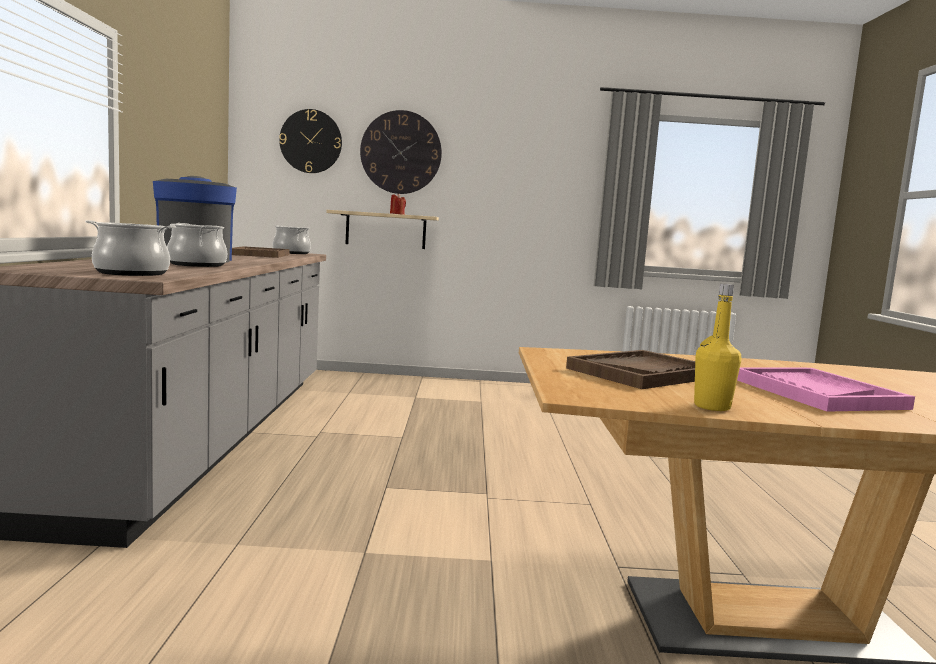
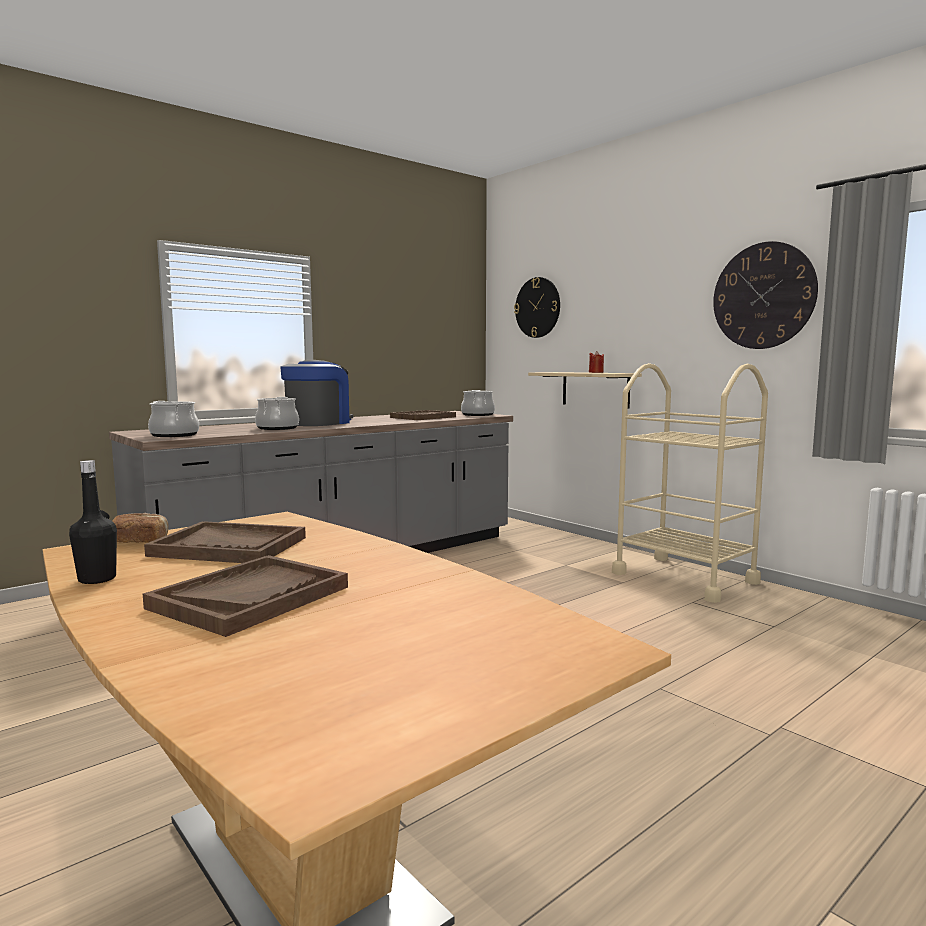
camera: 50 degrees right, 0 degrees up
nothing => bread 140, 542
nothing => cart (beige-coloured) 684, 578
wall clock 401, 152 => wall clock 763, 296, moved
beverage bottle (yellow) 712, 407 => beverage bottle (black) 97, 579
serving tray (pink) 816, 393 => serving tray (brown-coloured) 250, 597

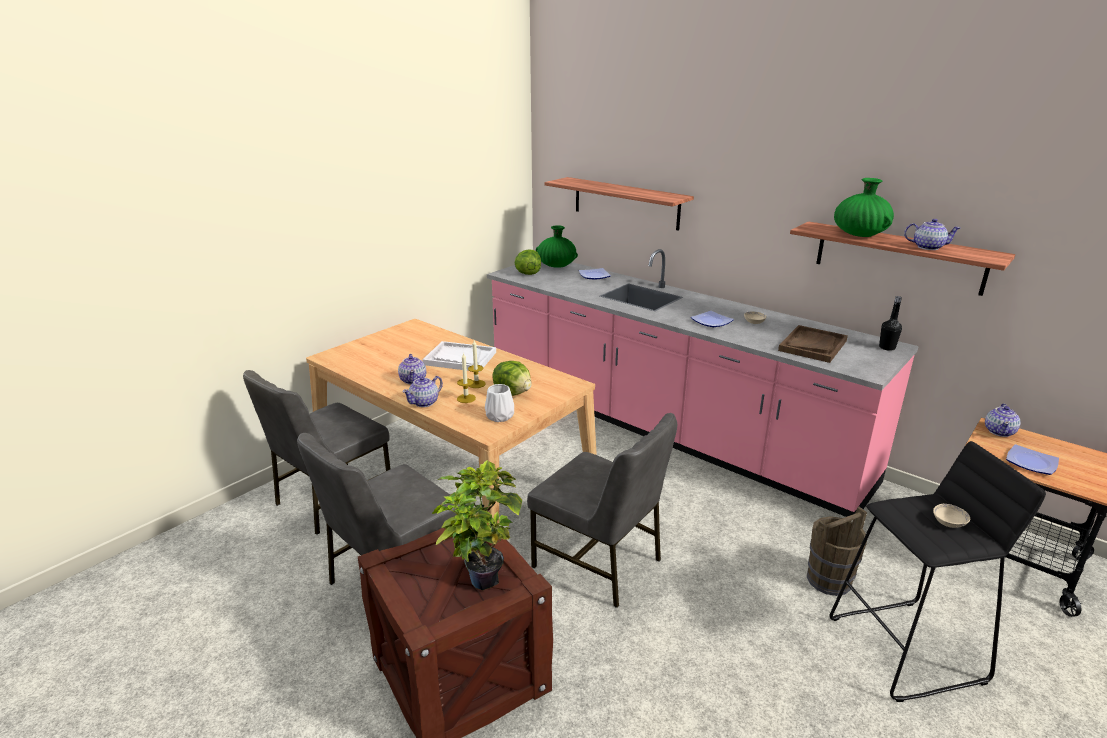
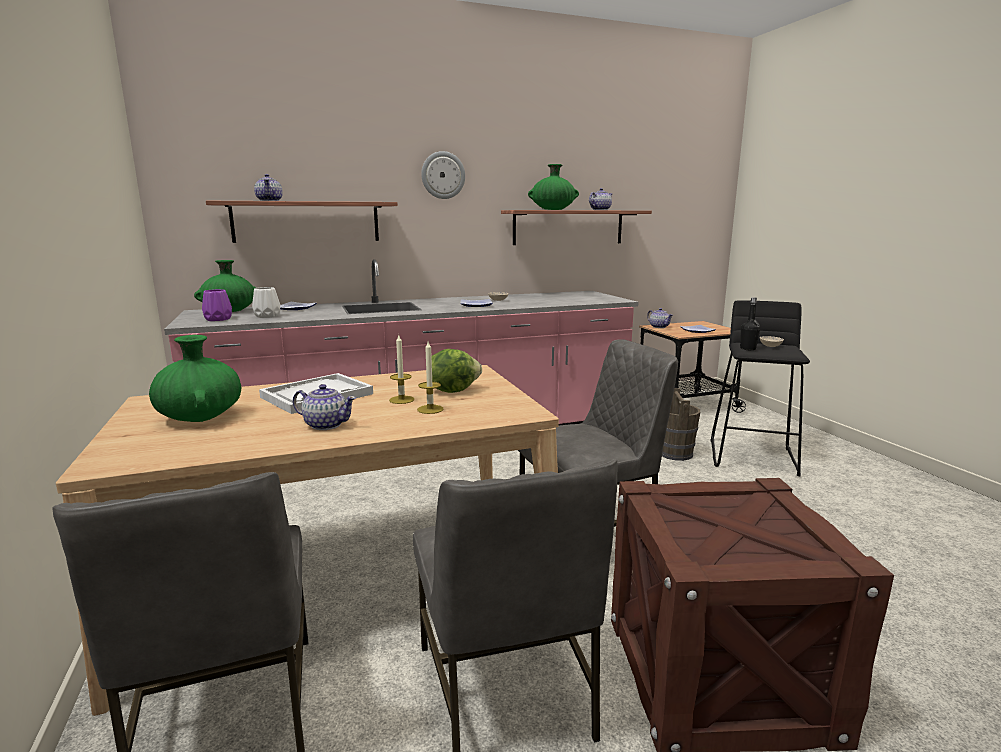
camera: 60 degrees left, 10 degrees down
potted plant 481, 575 => nothing
serving tray (brown-coloured) 812, 345 => nothing
nothing => flower vase (greenish) 201, 417
nothing => wall clock 443, 175
pot for tea 424, 402 => pot for tea 270, 201, moved
flower vase (white) 499, 417 => flower vase (white) 267, 316, moved
beverage bottle (black) 887, 347 => beverage bottle (black) 748, 349, moved
lettuce 528, 273 => flower vase (purplish) 218, 319

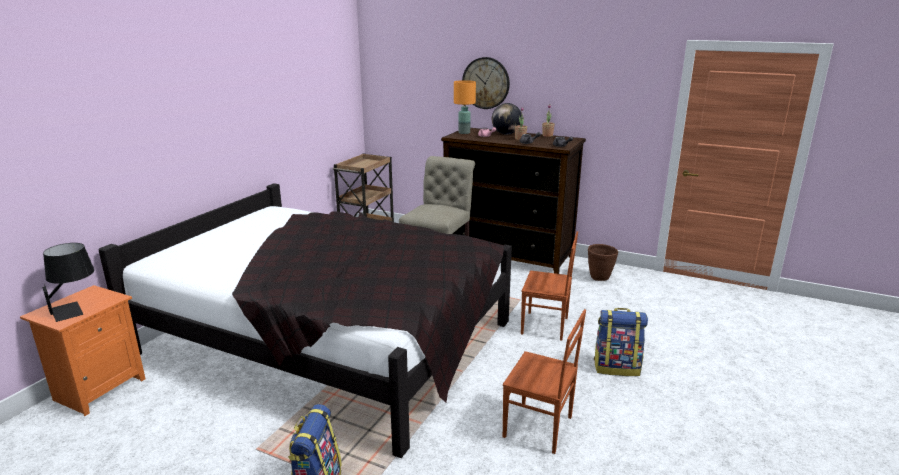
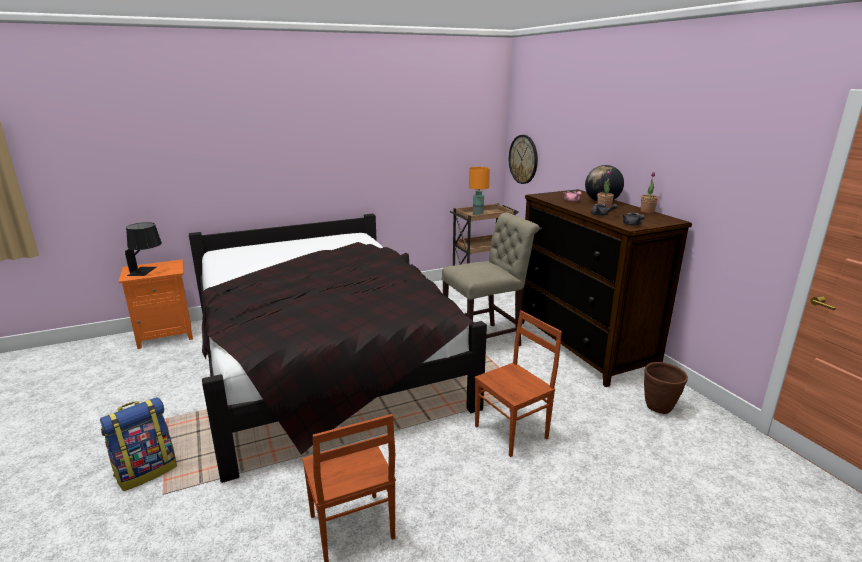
camera: 40 degrees right, 0 degrees up
knapsack 617, 367 => nothing
lamp for a table (orange-coloured) 464, 133 => lamp for a table (orange-coloured) 477, 214, moved
wall clock 486, 83 => wall clock 523, 159, moved
plain chair (brown-coloured) 545, 326 => plain chair (brown-coloured) 512, 432, 90 degrees counterclockwise

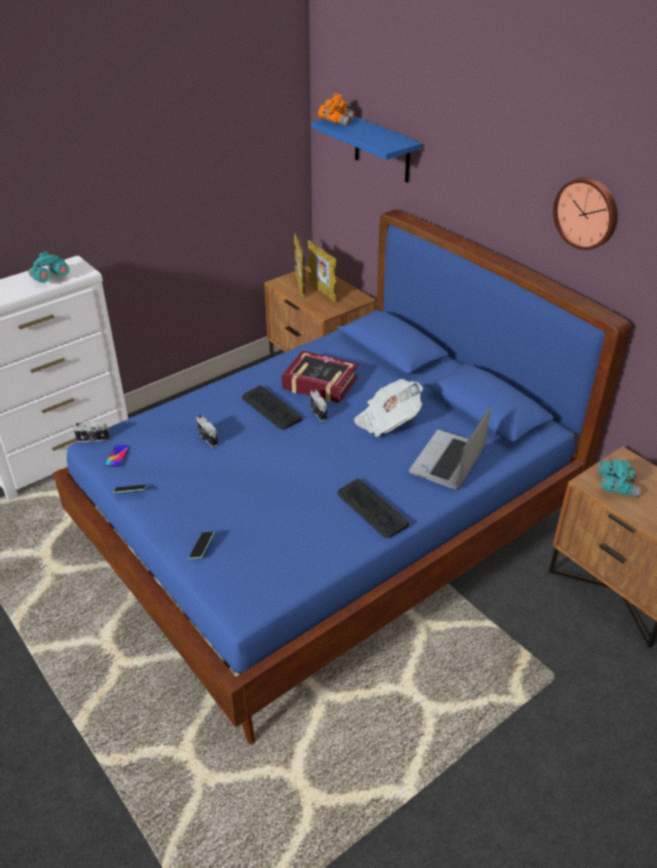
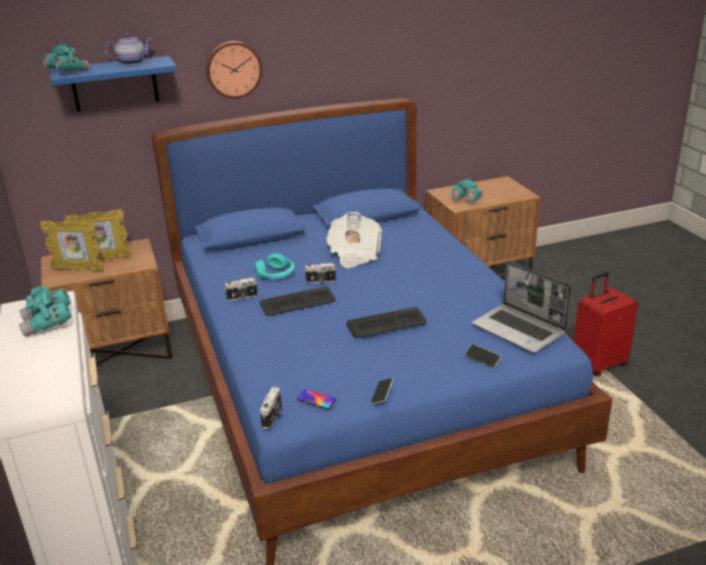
camera: 70 degrees left, 10 degrees down
nothing => pot for tea 131, 62
nothing => suitcase (red) 598, 364
still camera 207, 438 => still camera 242, 297, moved
PC keyboard 371, 509 => PC keyboard 386, 324, moved
laptop 448, 462 => laptop 520, 329, moved
wall clock 587, 213 => wall clock 233, 69, moved
volume 320, 383 => pair of headphones (turquoise-coloured) 276, 275
pair of binoculars (orange-coloured) 336, 121 => pair of binoculars (turquoise-coloured) 67, 72

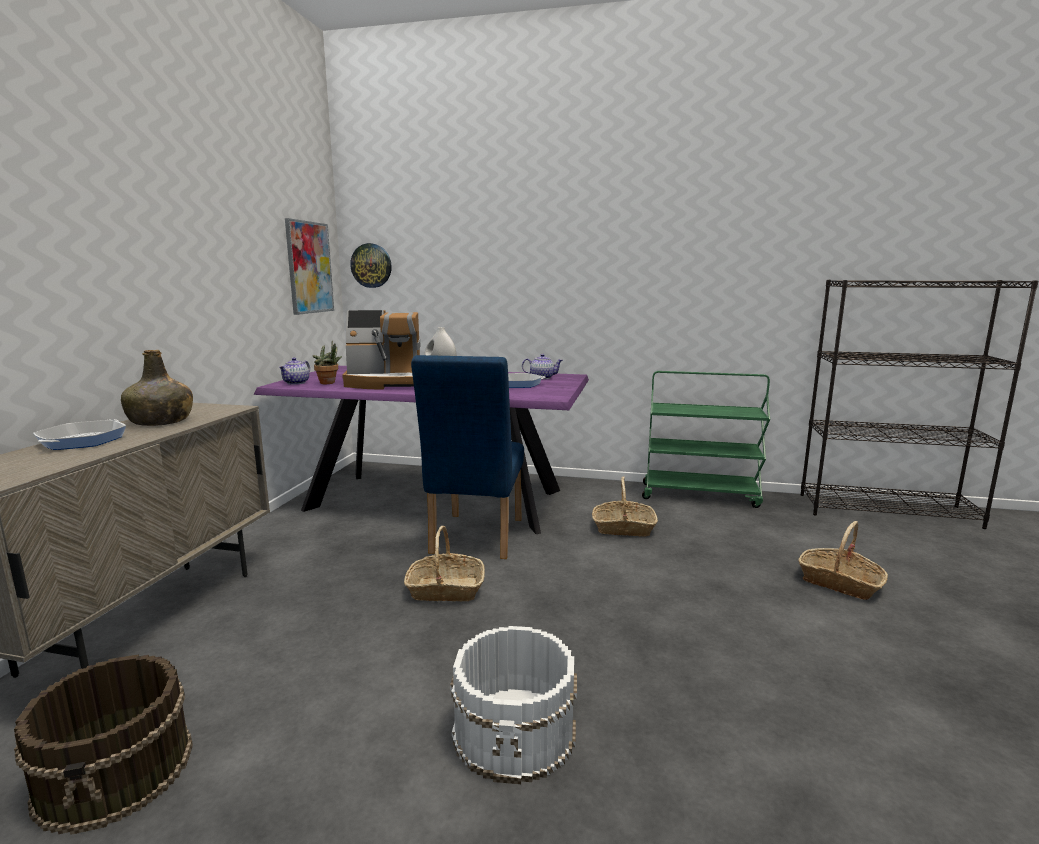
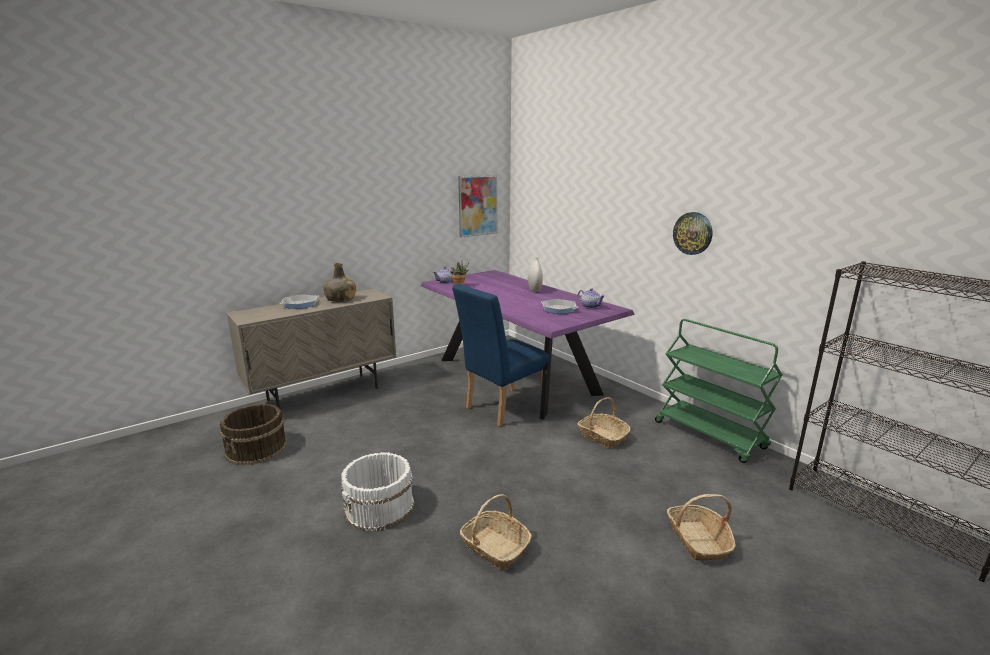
camera: 40 degrees right, 5 degrees up
coffee machine 386, 383 => nothing
wall clock 371, 265 => wall clock 693, 233, moved
household basket 445, 590 => household basket 494, 547, moved

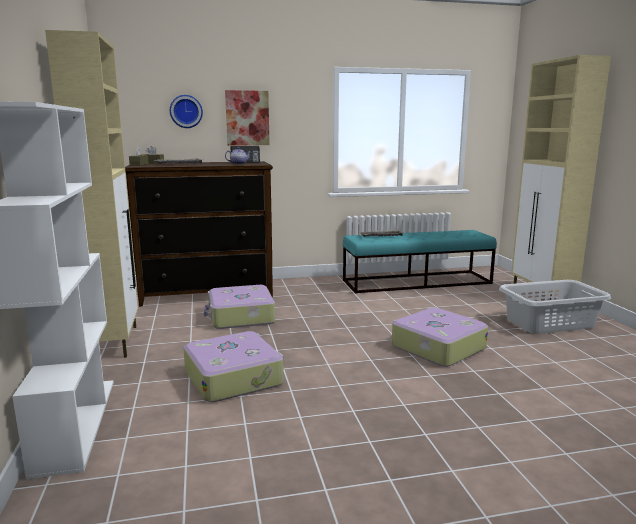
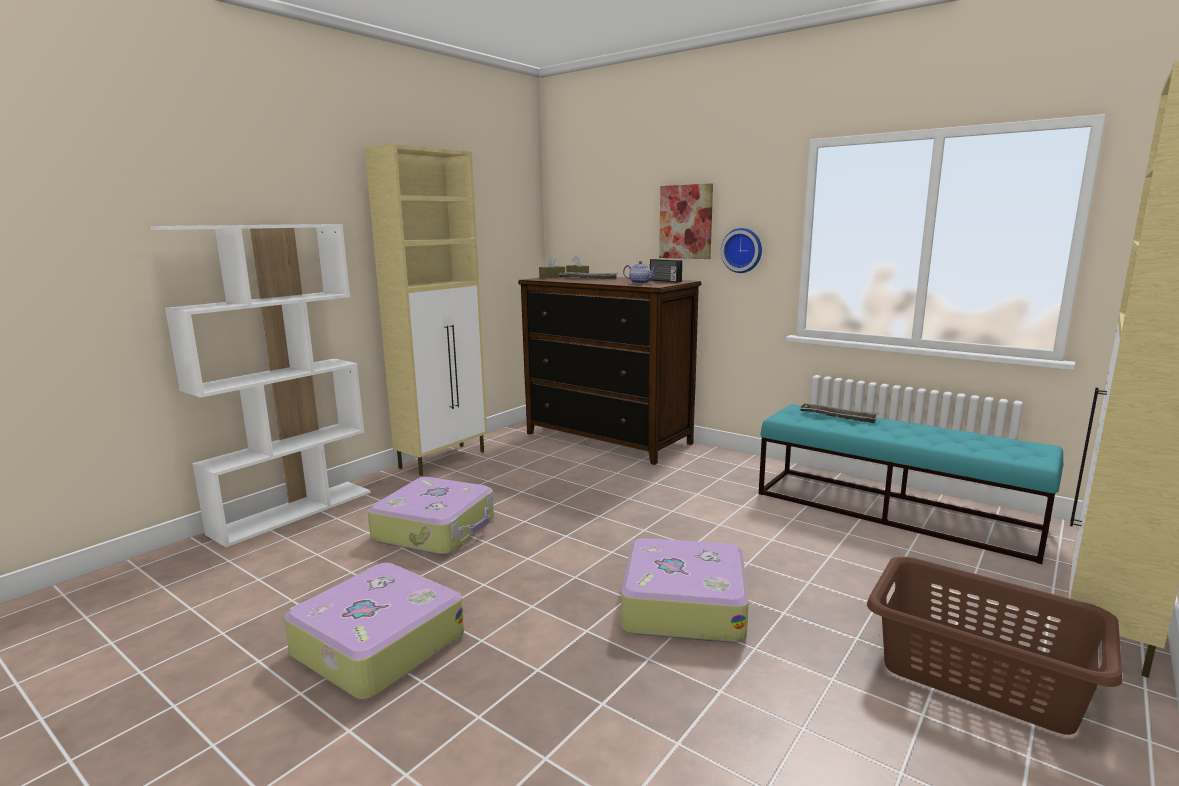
camera: 50 degrees right, 0 degrees up
wall clock 186, 111 => wall clock 742, 250, moved
suitcase 240, 317 => suitcase 376, 645, moved
hamper (gray) 549, 323 => hamper (brown-coloured) 977, 673

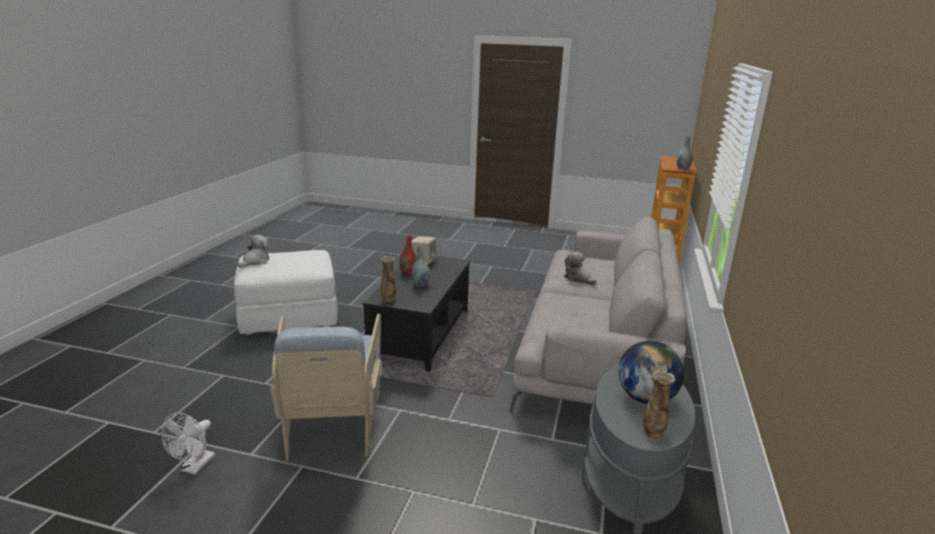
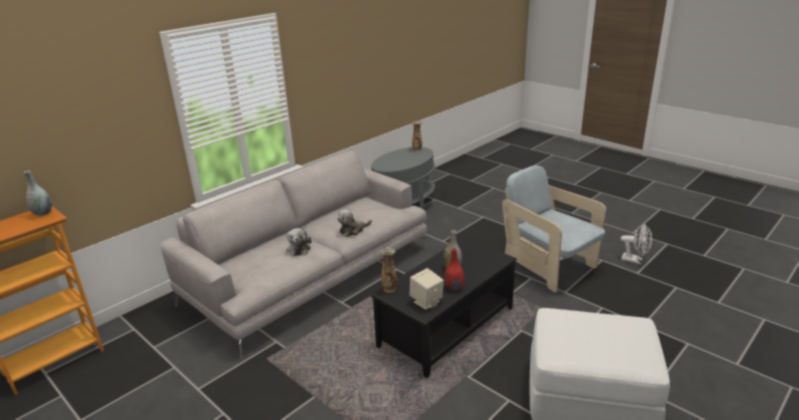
camera: 150 degrees left, 5 degrees up
desk globe 646, 398 => nothing
plush toy 255, 261 => plush toy 353, 230, moved
flower vase 388, 299 => flower vase 389, 288, moved
electric fan (white) 194, 467 => electric fan (white) 635, 260, 75 degrees clockwise
easy chair (beige-coloured) 332, 423 => easy chair (beige-coloured) 548, 266, 60 degrees counterclockwise

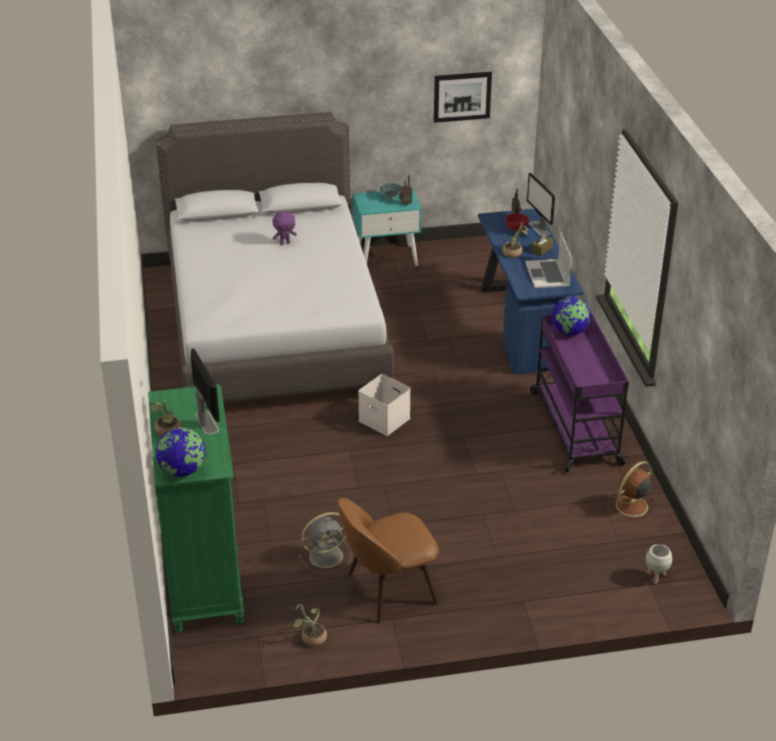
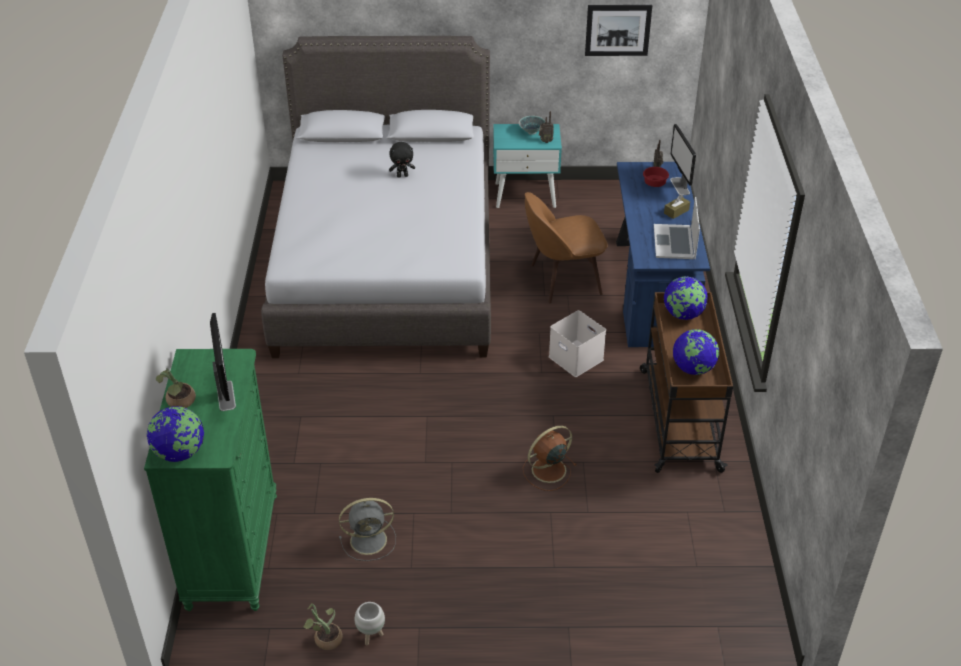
camera: 10 degrees right, 5 degrees up
potted plant 514, 253 => nothing
nothing => desk globe 693, 369
plain chair (brown-coloured) 388, 590 => plain chair (brown-coloured) 562, 280, moved
storage container (white) 385, 419 => storage container (white) 577, 358, moved
electric fan (brown-coloured) 630, 507 => electric fan (brown-coloured) 547, 470, moved
planter (white) 656, 577 => planter (white) 371, 636, moved
plush toy (purplish) 285, 243 => plush toy (black) 402, 175
cart (purplish) 574, 427 => cart (brown-coloured) 679, 418

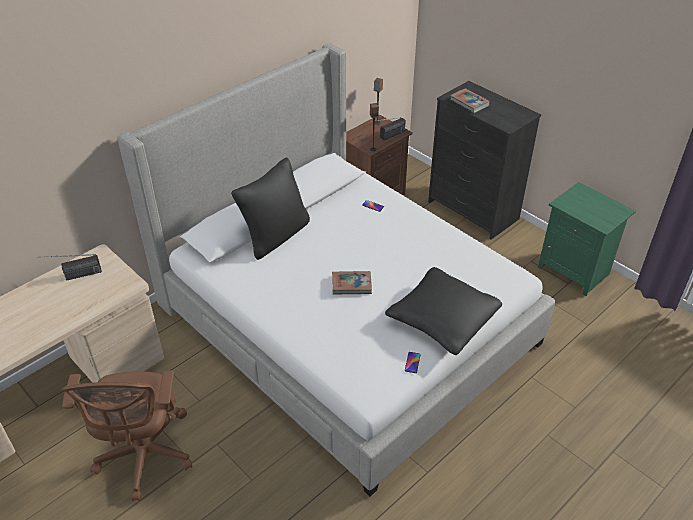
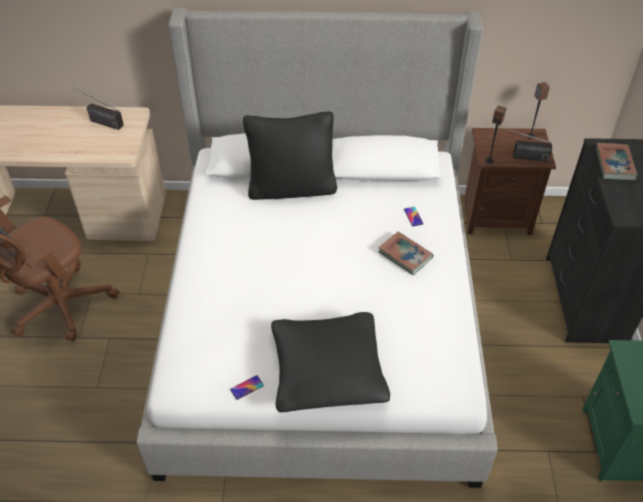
camera: 45 degrees right, 5 degrees up
volume 351, 285 => volume 405, 255, moved

